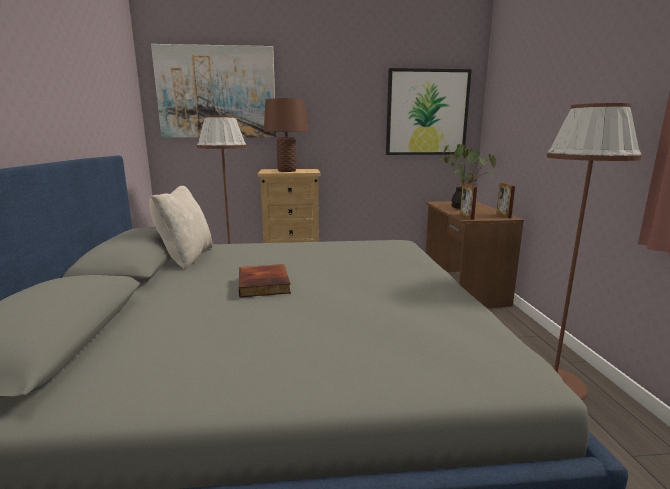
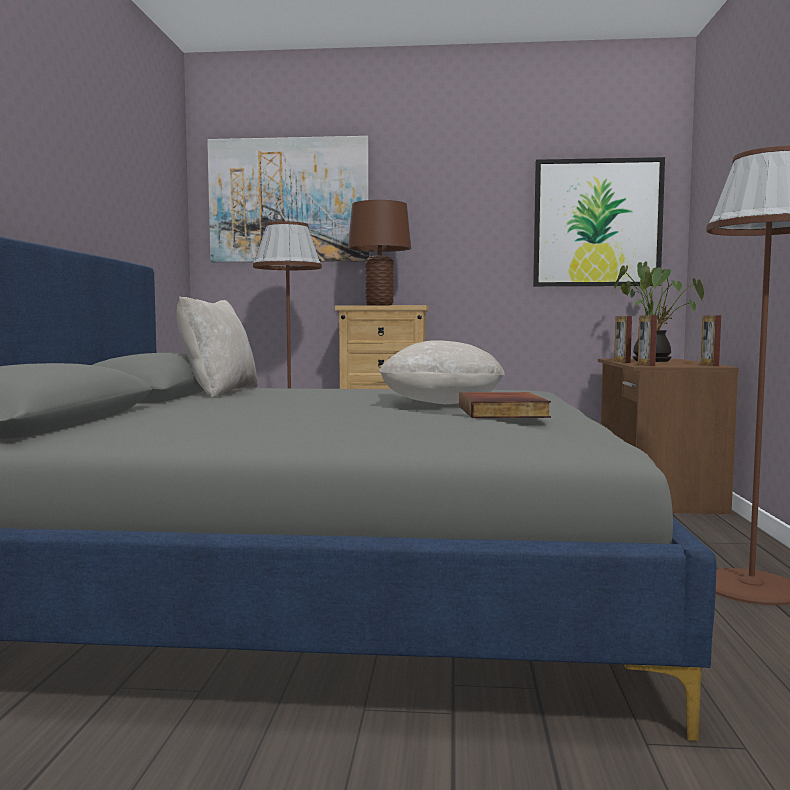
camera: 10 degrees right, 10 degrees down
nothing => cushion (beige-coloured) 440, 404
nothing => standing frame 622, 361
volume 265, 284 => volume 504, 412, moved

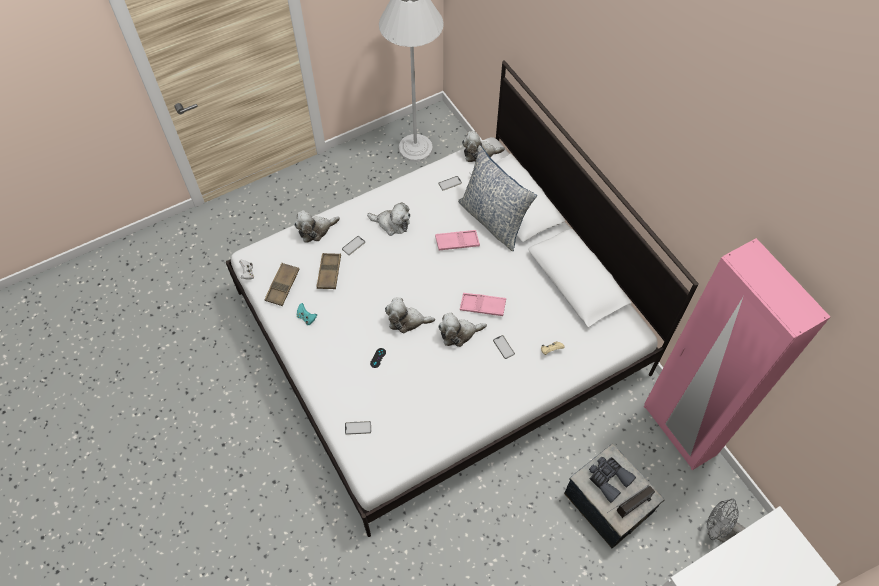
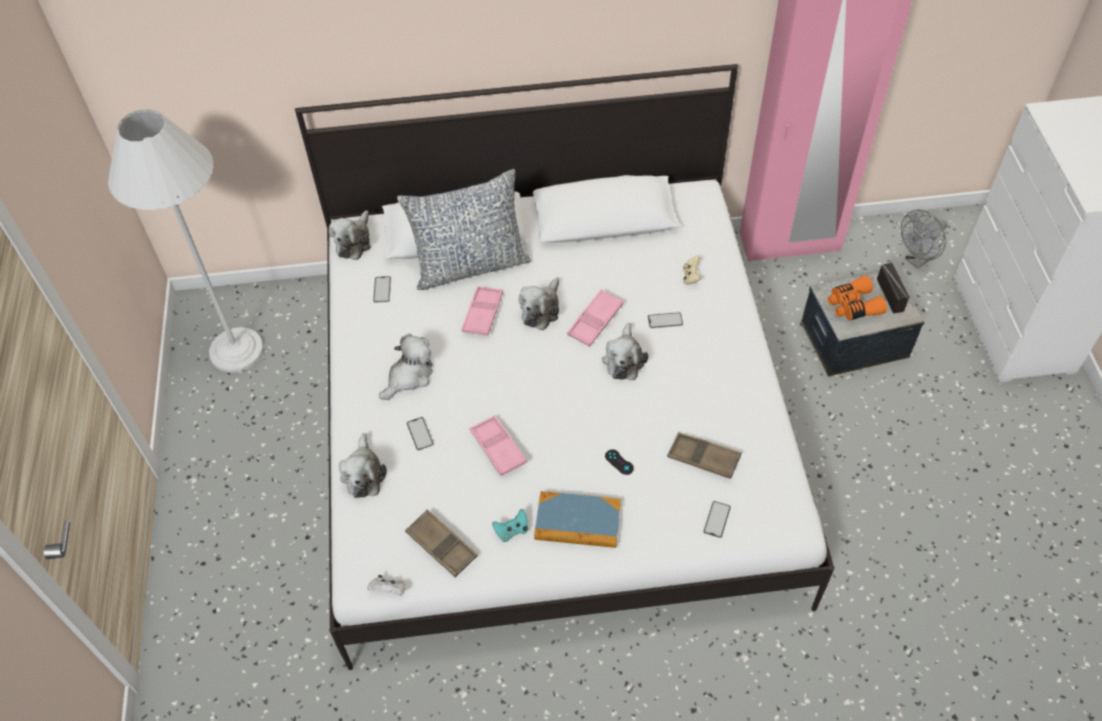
camera: 65 degrees left, 5 degrees down
nothing => serving tray (pink) 498, 448
nothing => volume 577, 522
serving tray (brown-coloured) 329, 273 => serving tray (brown-coloured) 703, 458, moved
plush toy 407, 321 => plush toy 541, 309, moved
pair of binoculars (gray) 608, 479 => pair of binoculars (orange-coloured) 853, 305

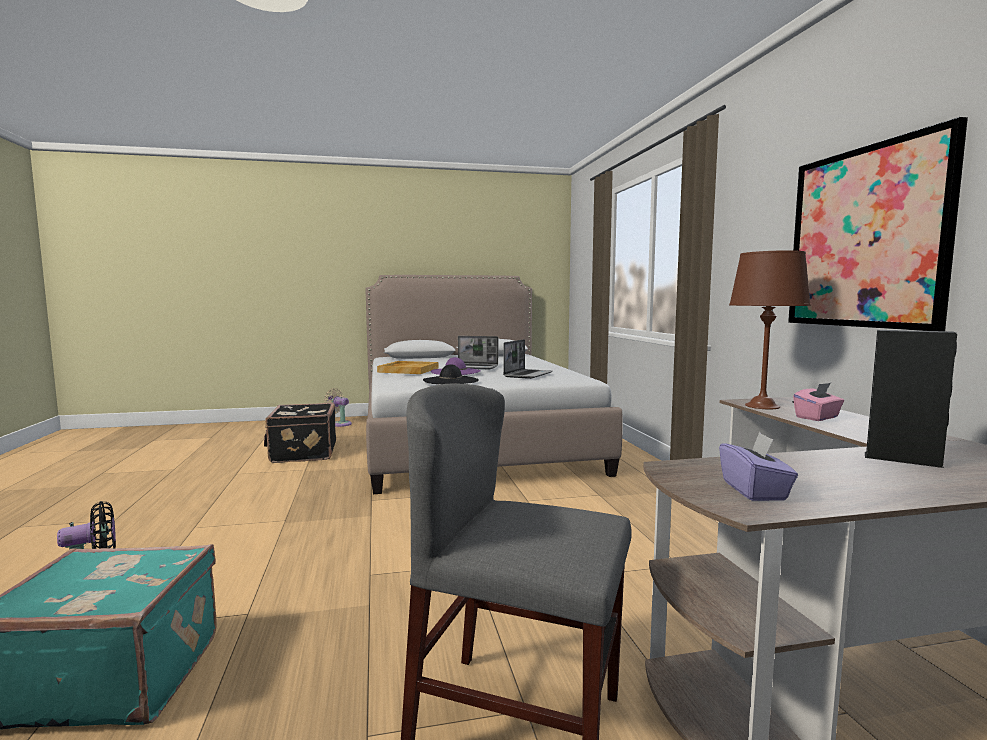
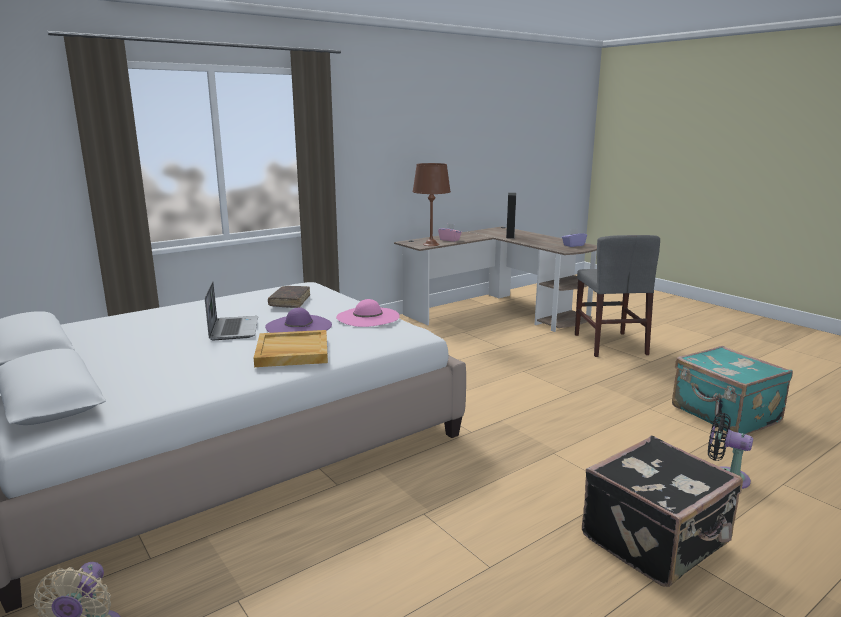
camera: 115 degrees left, 10 degrees up
wall picture 865, 238 => nothing
suitcase (black) 302, 453 => suitcase (black) 657, 541, moved
laptop 528, 375 => volume (brown-coloured) 290, 302
hat (black) 450, 380 => hat (pink) 368, 317

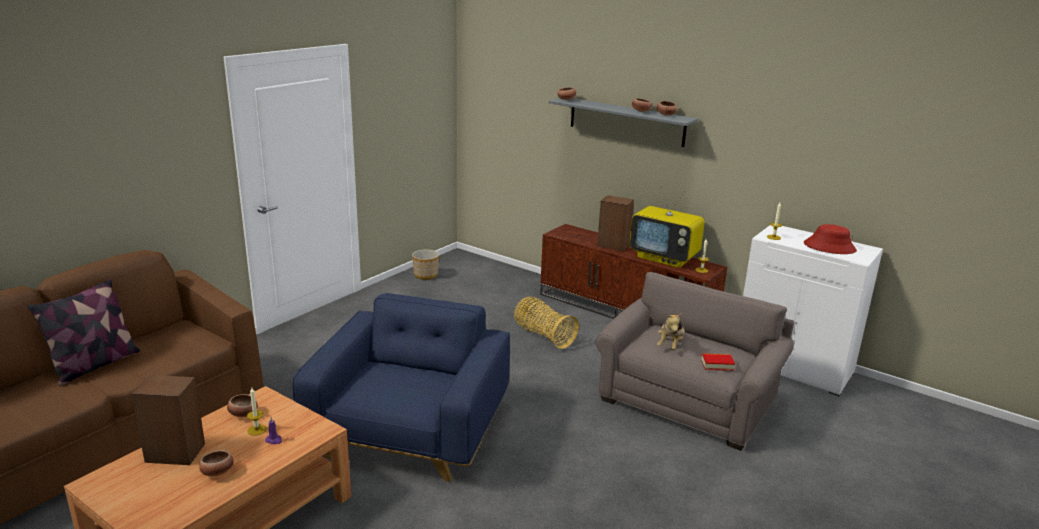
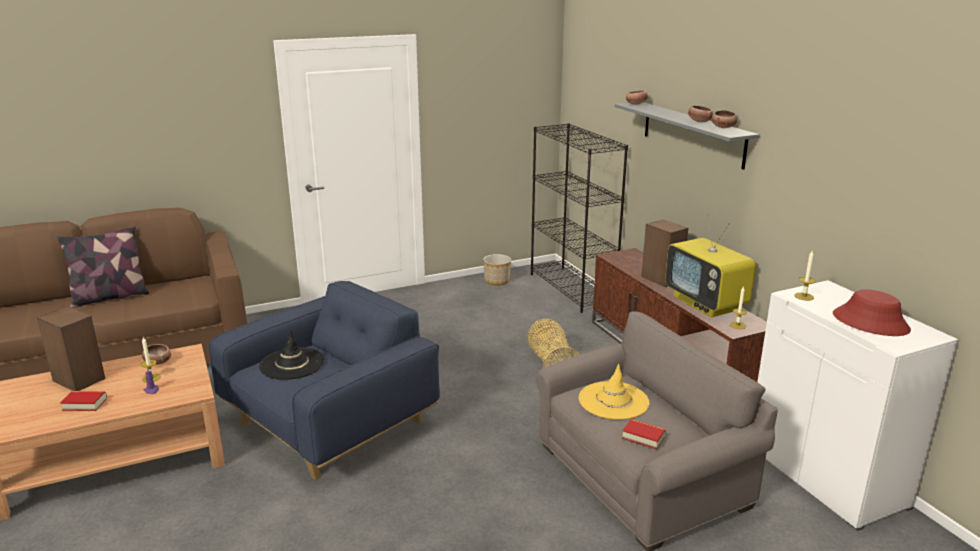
camera: 30 degrees right, 0 degrees up
nothing => hat (black) 292, 364
nothing => bookcase (black) 572, 289
serving bowl 217, 472 => volume 85, 404
plush toy 670, 345 => hat (yellow) 613, 401

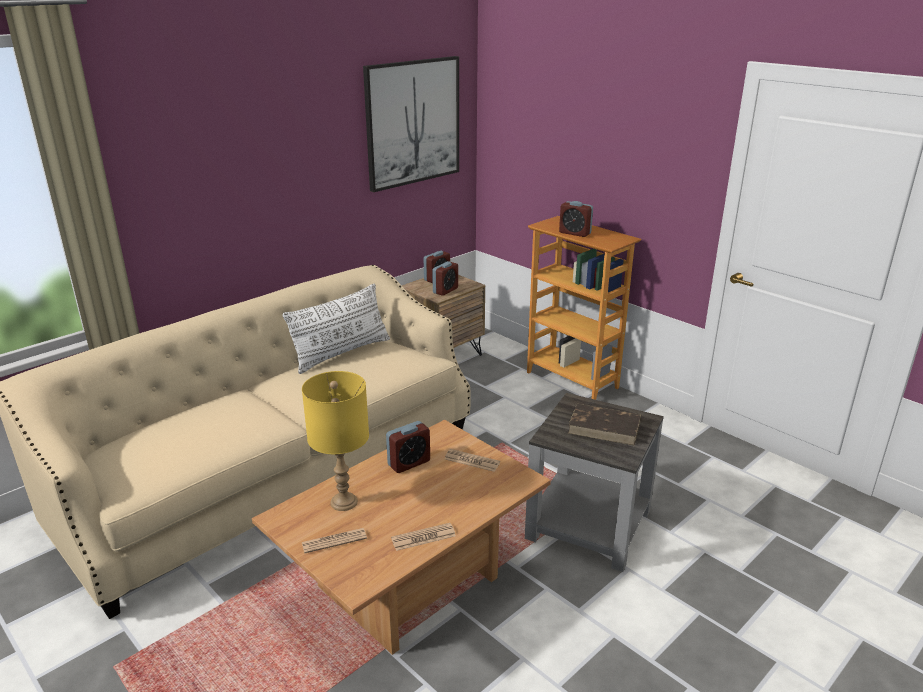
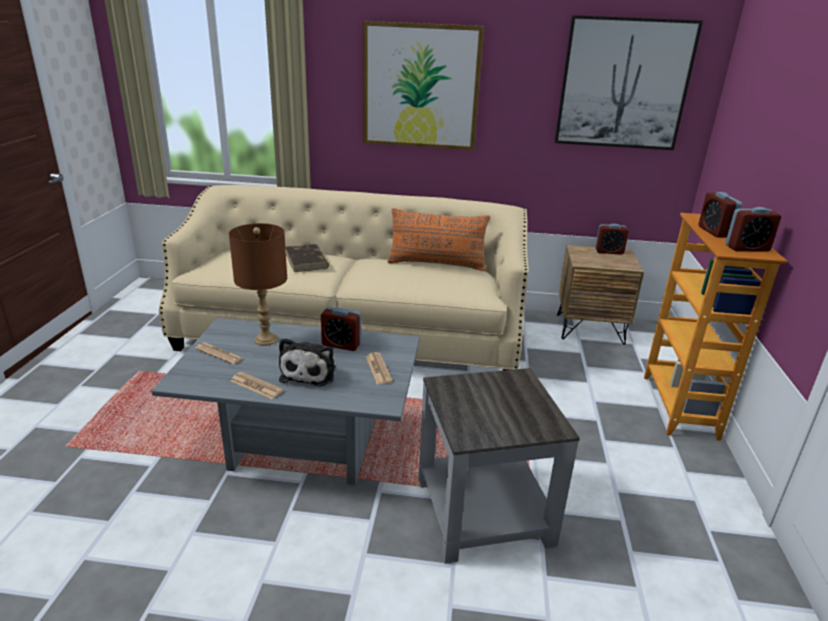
camera: 50 degrees right, 0 degrees up
nothing => plush toy 310, 372
nothing => wall picture 421, 87
table clock 445, 290 => table clock 747, 248, moved
volume (brown-coloured) 605, 427 => volume (brown-coloured) 306, 261, moved
low table (brown-coloured) 410, 586 => low table (gray) 302, 445
cushion (white) 341, 353 => cushion (orange-coloured) 437, 264
lamp for a table (yellow) 343, 502 => lamp for a table (brown-coloured) 265, 340

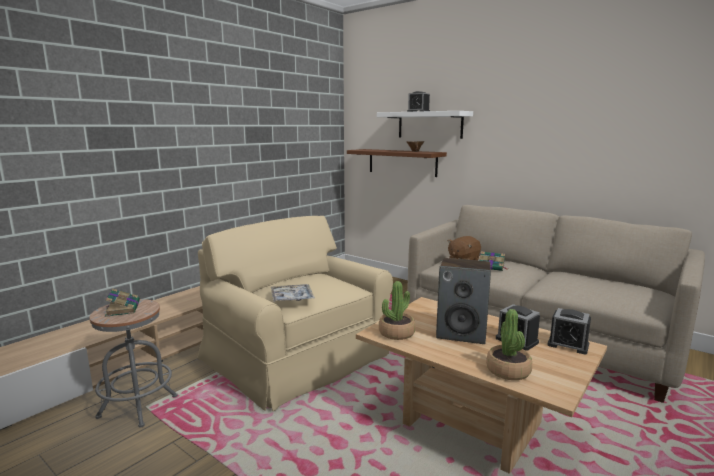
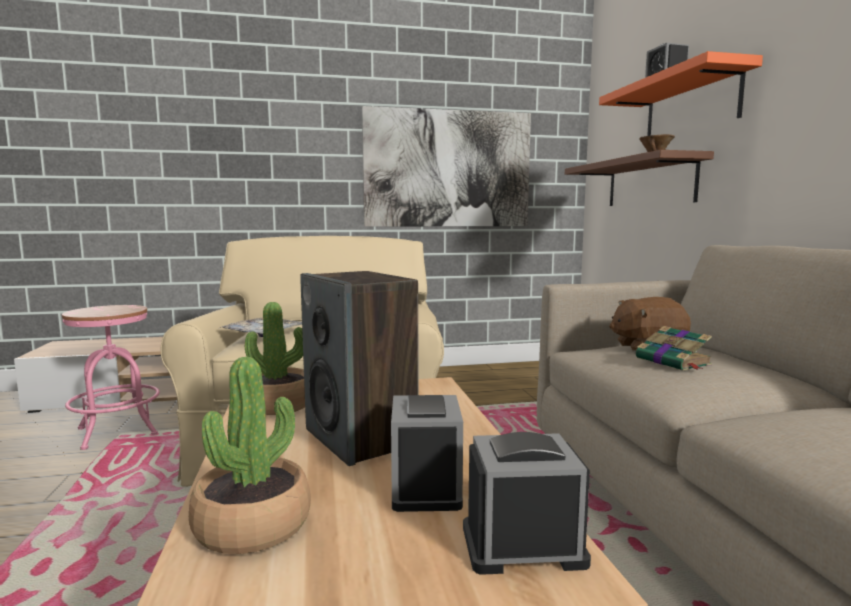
camera: 40 degrees right, 5 degrees down
volume 123, 308 => nothing
nothing => wall picture 447, 169
stool seat (gray) 138, 407 => stool seat (pink) 117, 431
wall shelf (white) 429, 125 => wall shelf (orange-coloured) 691, 105
table clock 568, 345 => table clock 523, 545, 105 degrees clockwise

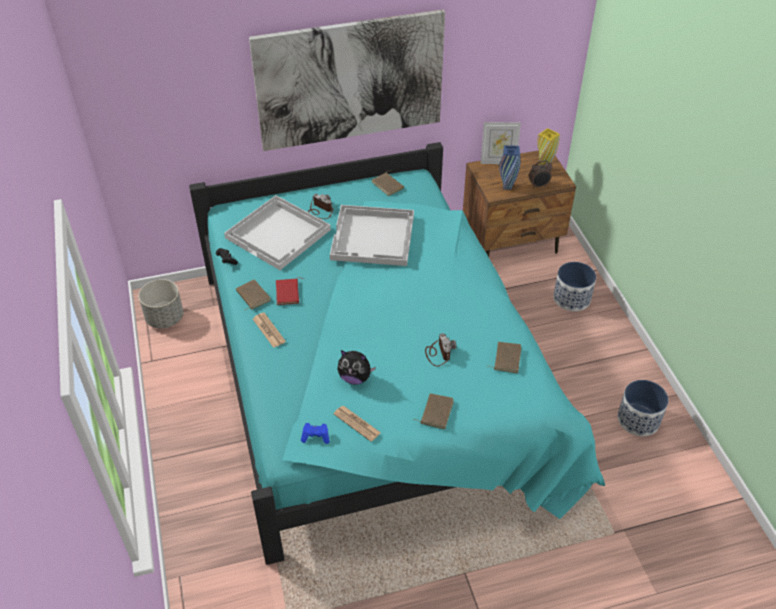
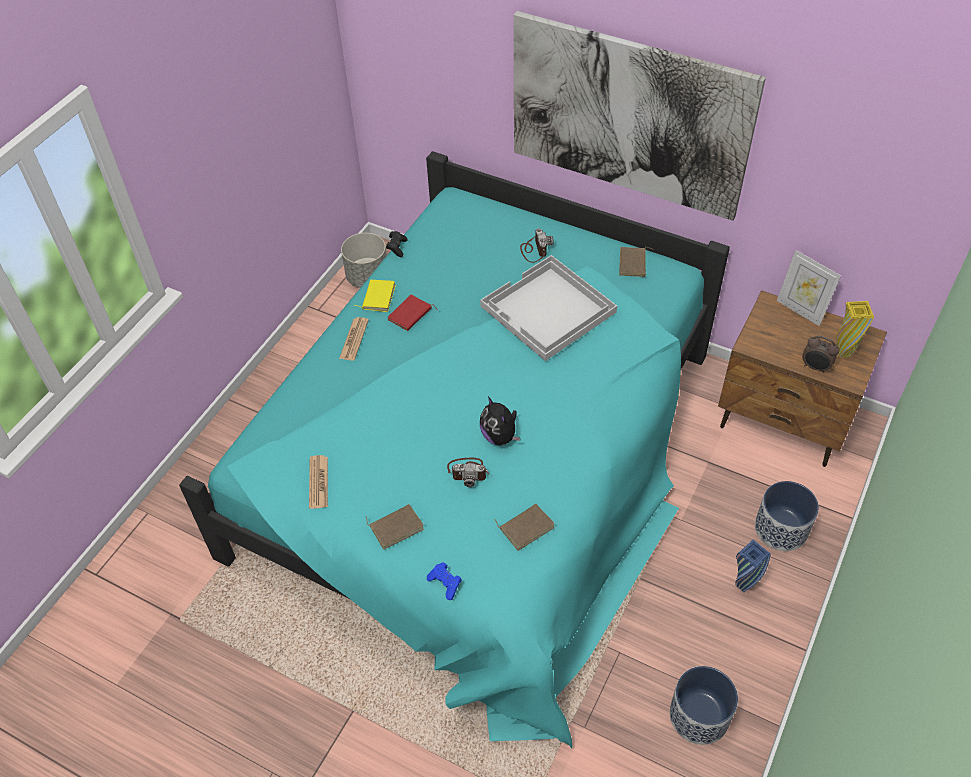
camera: 45 degrees right, 5 degrees up
serving tray (white) 279, 234 => nothing
joypad (bluish) 316, 437 => joypad (bluish) 445, 584, moved
plush toy 355, 378 => plush toy 500, 436, moved
flower vase (bluish) 507, 187 => flower vase (bluish) 743, 585, moved
volume (brown-coloured) 252, 296 => volume (yellow) 377, 297
still camera 438, 353 => still camera 468, 471, 60 degrees clockwise

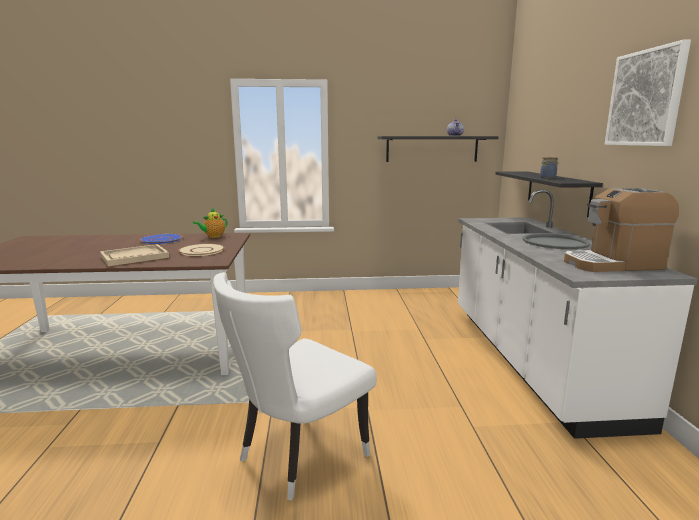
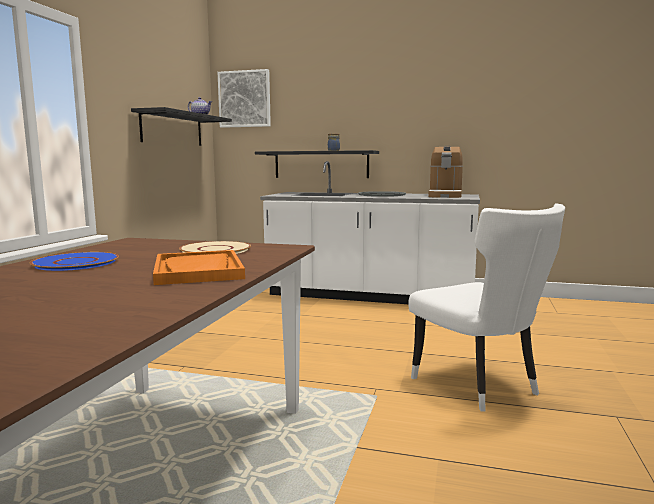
camera: 70 degrees left, 5 degrees down
pot for tea 213, 236 => nothing
wall picture 645, 98 => wall picture 244, 99, moved
serving tray (beige-coloured) 134, 257 => serving tray (orange-coloured) 198, 270

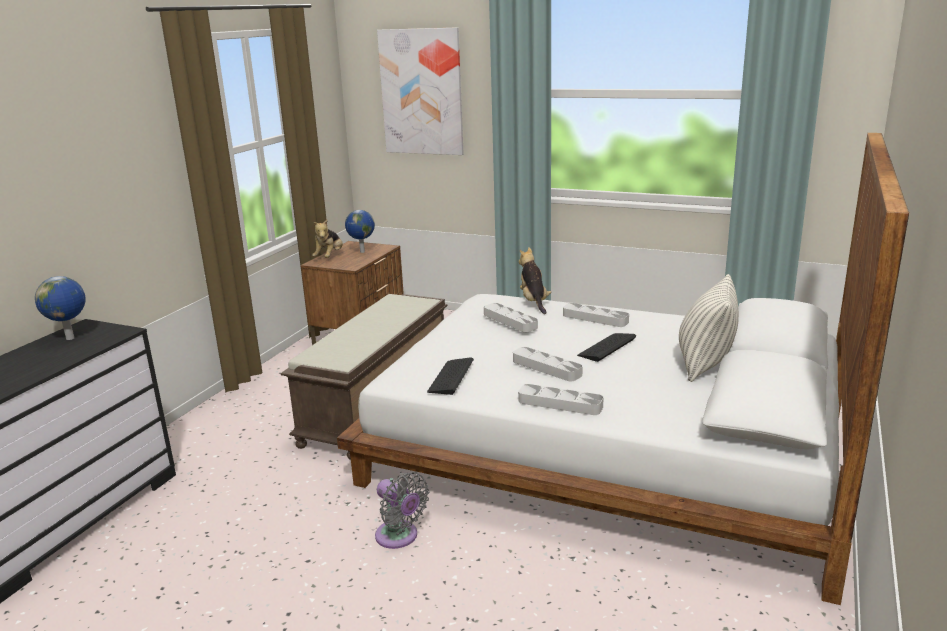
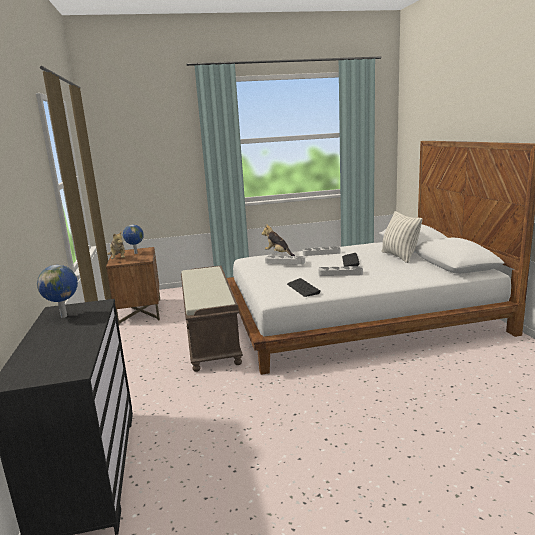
camera: 35 degrees left, 5 degrees down
electric fan (gray) 399, 537 => nothing
wall picture 422, 92 => nothing
serving tray (gray) 560, 404 => nothing

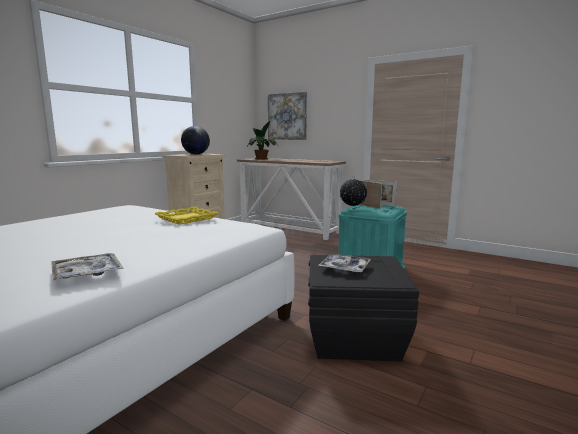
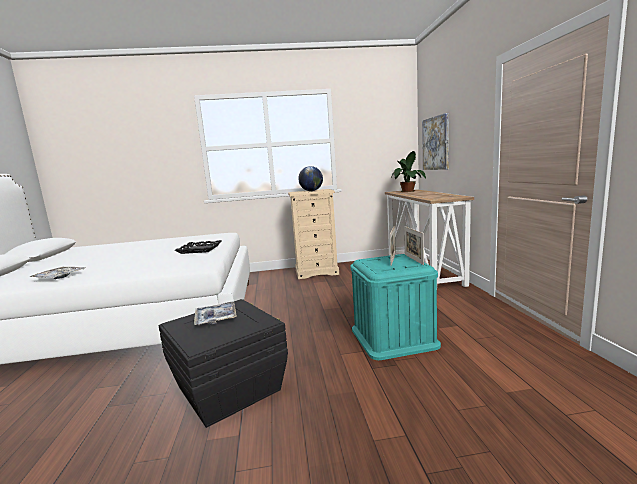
camera: 50 degrees right, 0 degrees up
desk globe 352, 209 => nothing
serving tray (yellow) 187, 219 => serving tray (black) 199, 250

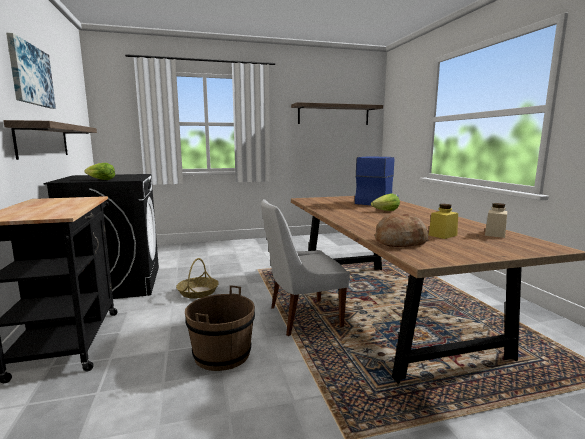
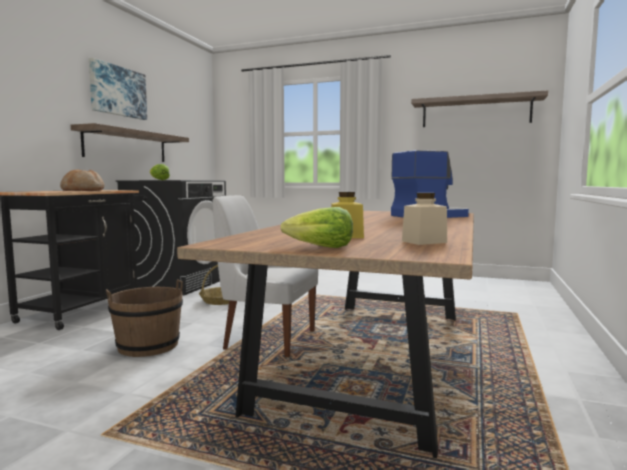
camera: 35 degrees right, 5 degrees down
lettuce 386, 211 => lettuce 320, 248, moved
bread 400, 242 => bread 83, 190, moved

